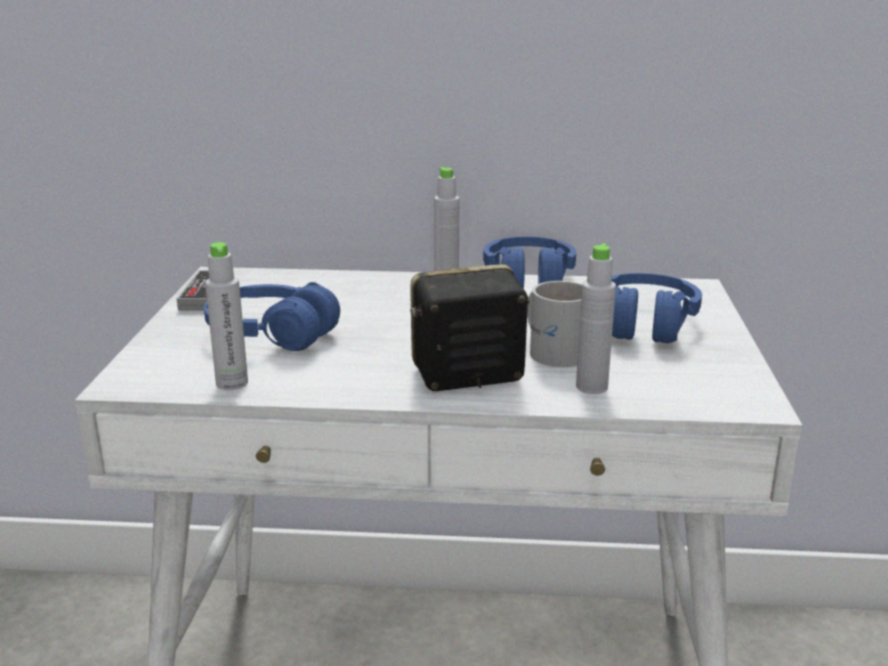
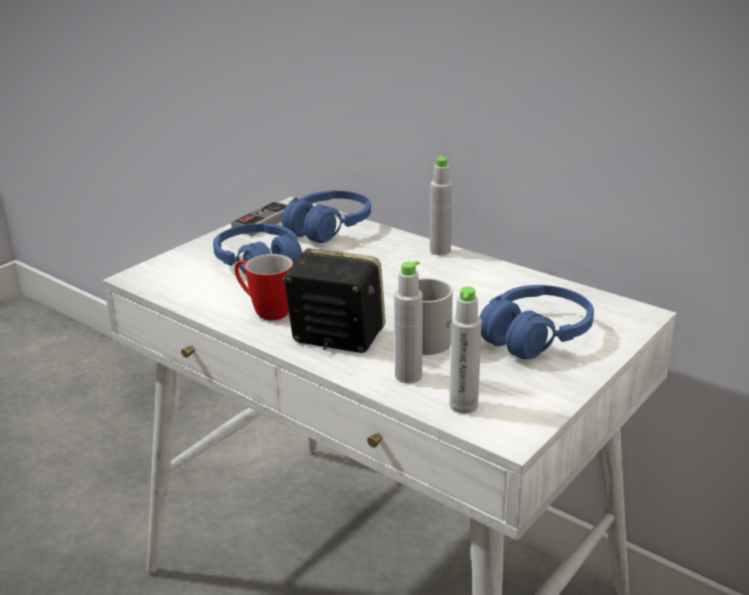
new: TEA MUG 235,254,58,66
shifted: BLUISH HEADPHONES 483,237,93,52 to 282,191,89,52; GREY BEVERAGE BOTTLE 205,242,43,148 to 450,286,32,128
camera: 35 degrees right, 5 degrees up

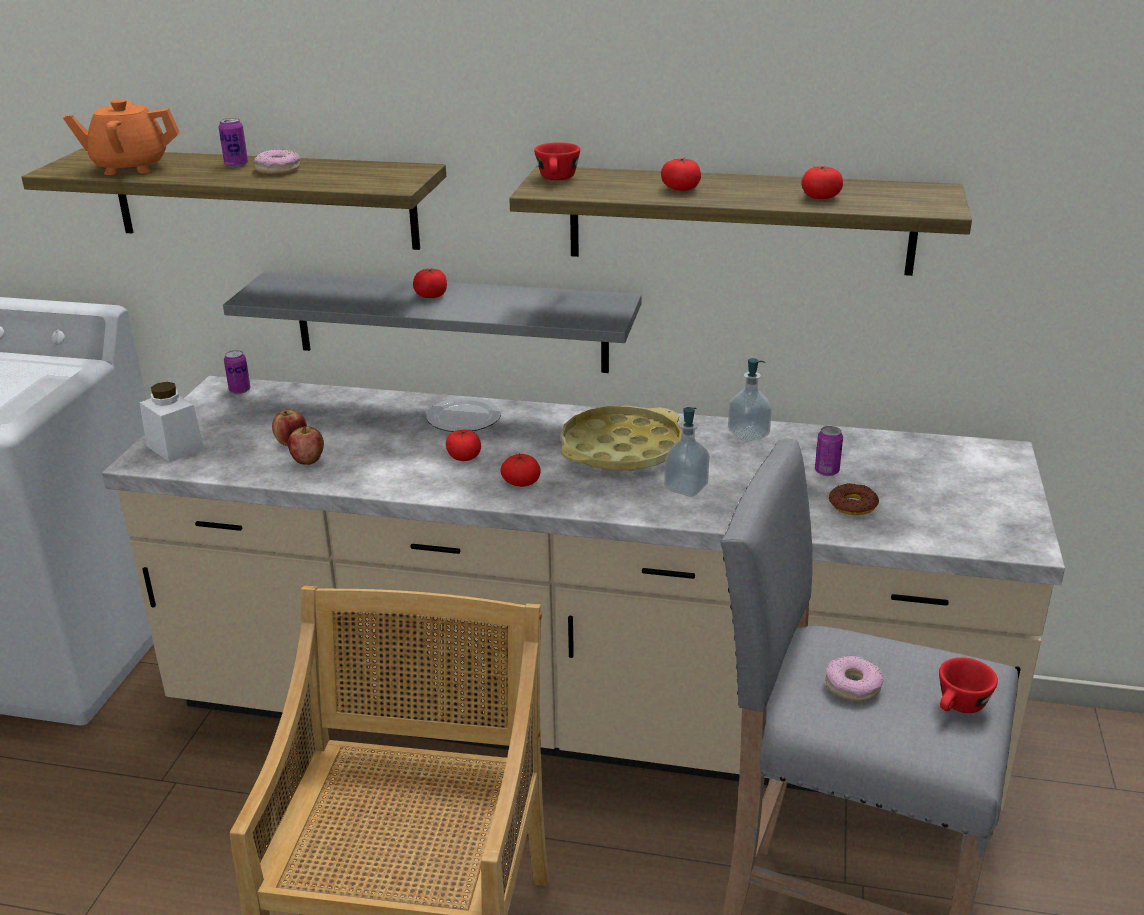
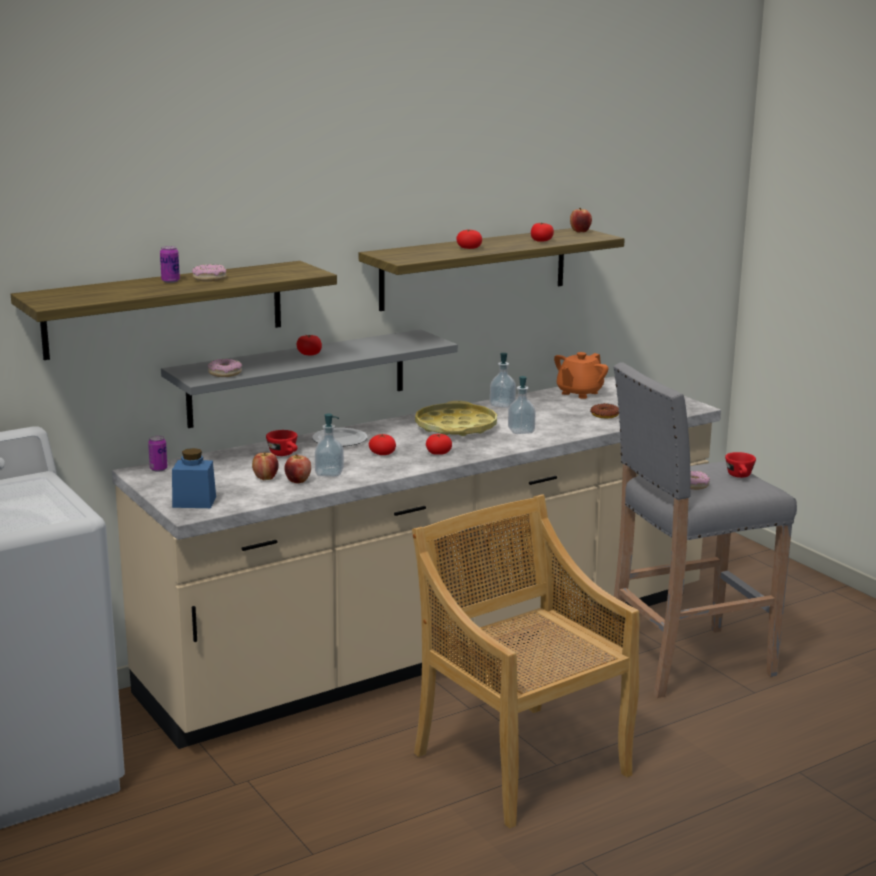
gone: SEALED CAN 815,426,28,50
new: WHOLE APPLE 570,208,22,25; DONUT 208,359,34,18; LIQUID SOAP BOTTLE 315,414,29,63
shifted: ORANGE-COLOURED POT FOR TEA 63,99,117,76 to 554,352,54,47; RED SMALL CUP 534,142,46,38 to 266,430,32,26
repainted: WHITISH PRESERVE JAR 139,382,65,80 to BLUISH PRESERVE JAR 172,448,44,60
camera: 45 degrees left, 10 degrees down

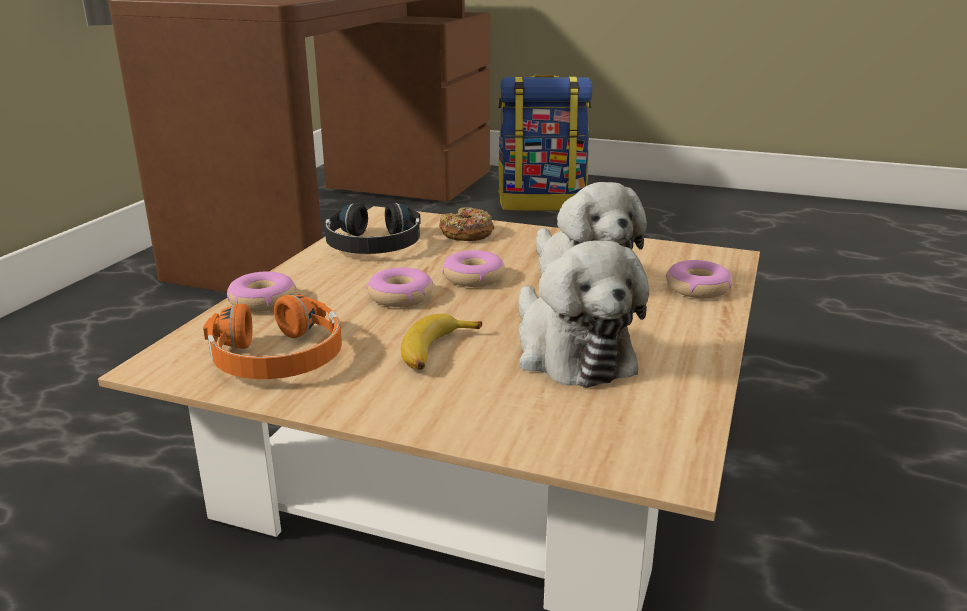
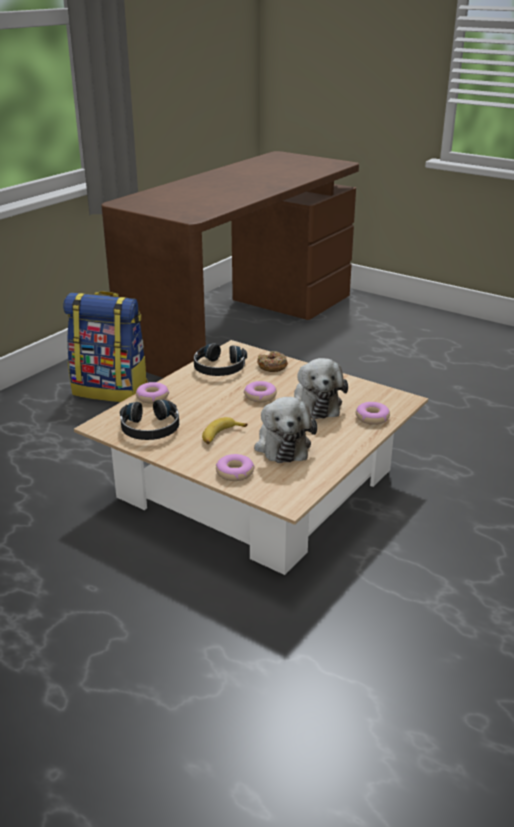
shifted: BACKPACK 498,75,95,136 to 63,291,85,111; DONUT 366,267,67,40 to 216,454,39,27
repainted: ORANGE-COLOURED HEADPHONES 203,295,139,84 to BLACK HEADPHONES 120,400,59,40
camera: 15 degrees right, 5 degrees up

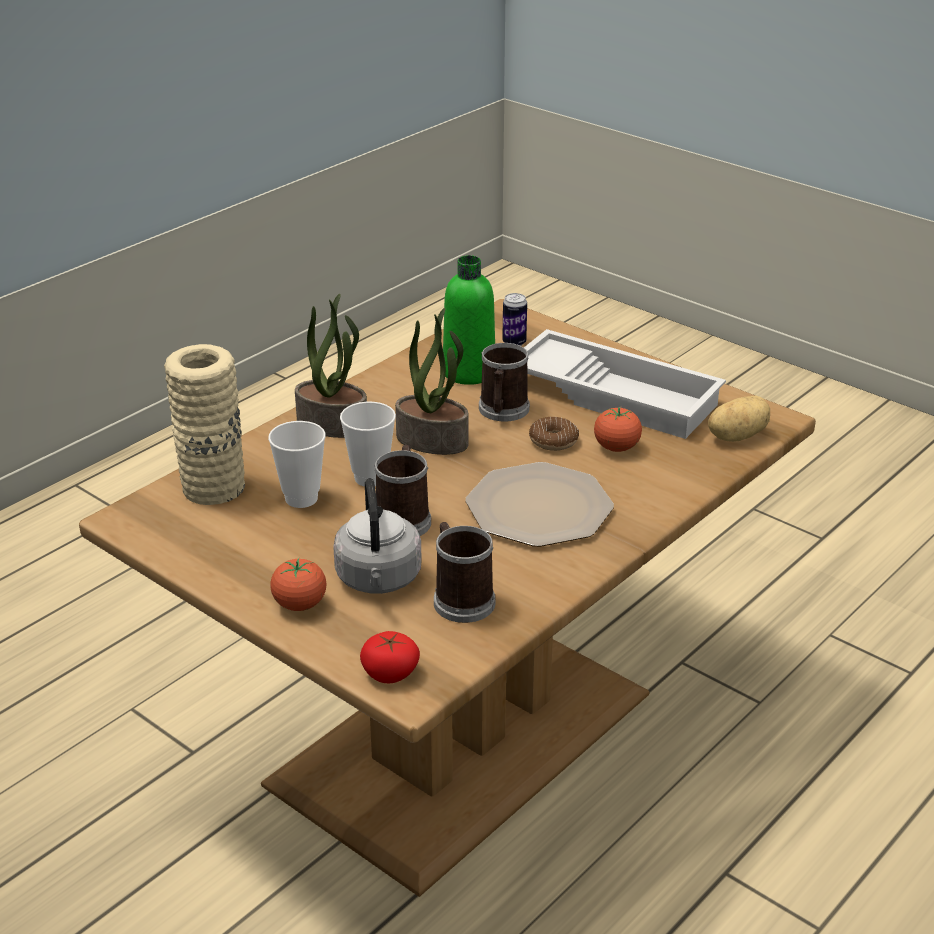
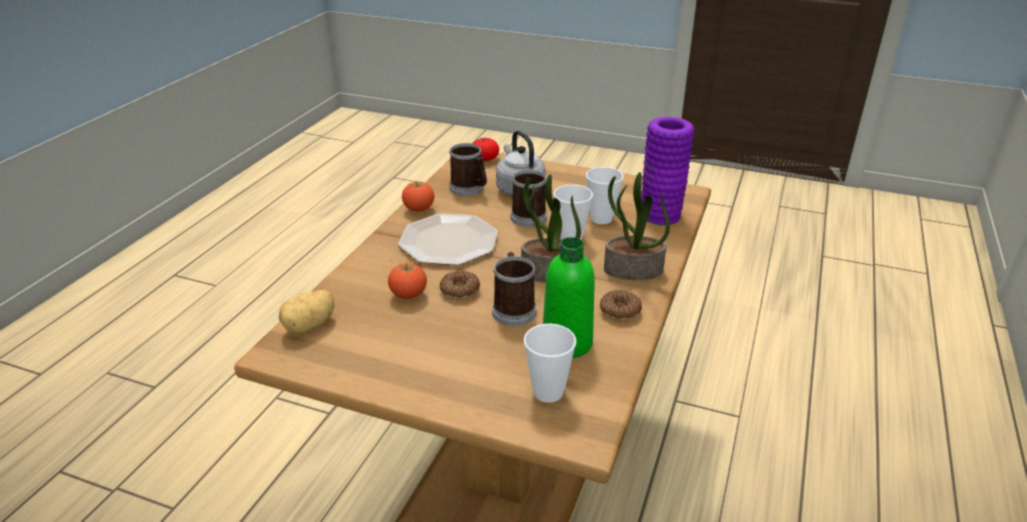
gone: WHITISH CARRYING TRAY 524,329,202,110
new: DONUT 600,290,42,31
shifted: WHOLE TOMATO 270,558,57,53 to 402,181,32,31
swapped: SEALED CAN 502,293,25,53 to SMALL CUP 524,324,53,79
repainted: SAND-COLOURED DECORATIVE VASE 164,344,81,161 to PURPLISH DECORATIVE VASE 641,117,54,108
camera: 160 degrees right, 0 degrees up

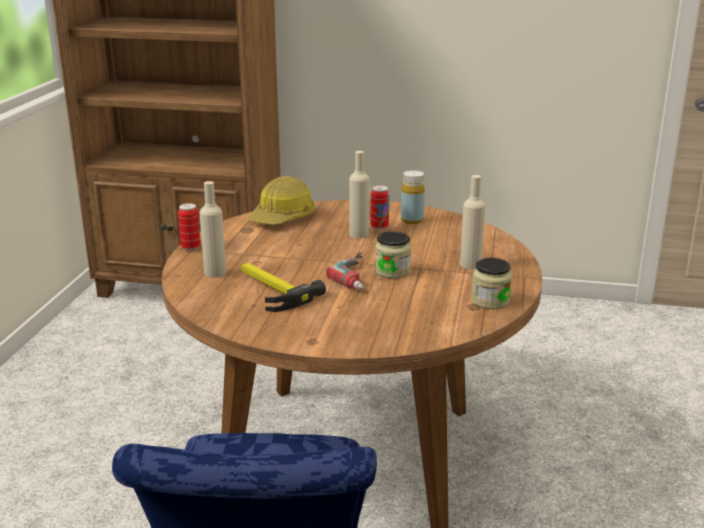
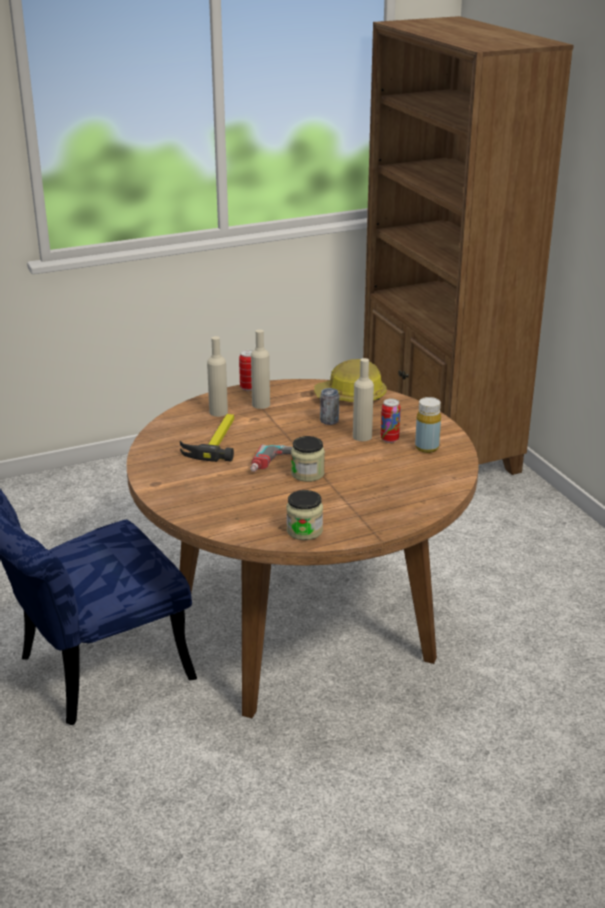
new: SEALED CAN 320,388,19,37
shifted: SAND-COLOURED BEVERAGE BOTTLE 460,175,26,94 to 251,329,19,80
camera: 55 degrees right, 5 degrees up

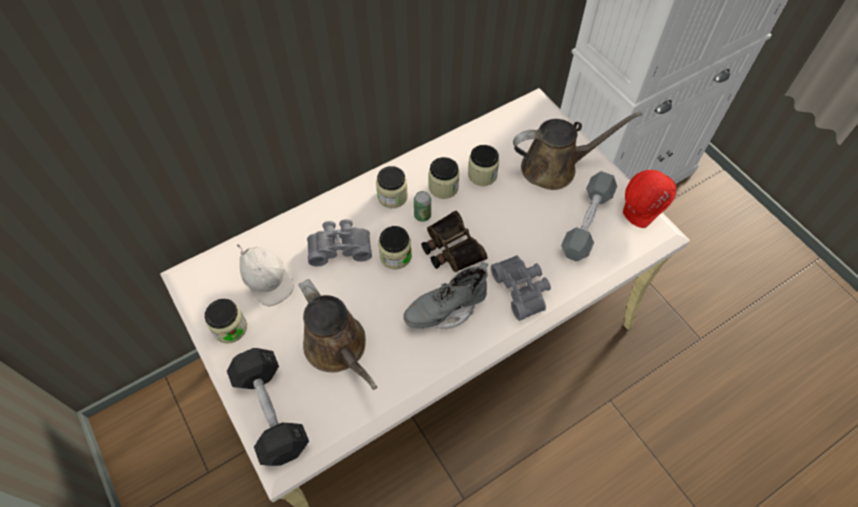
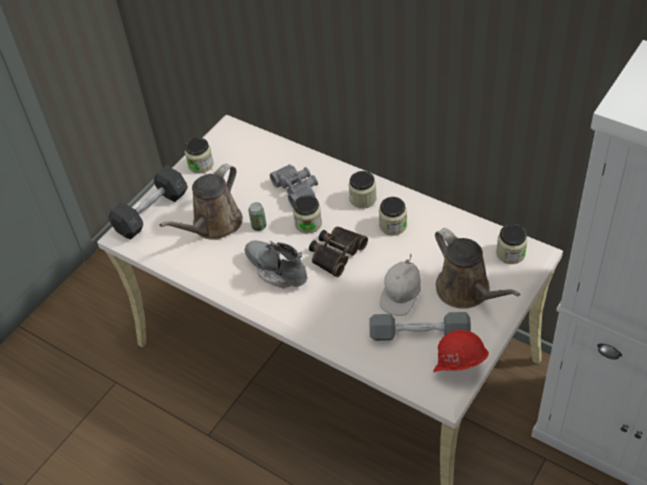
gone: GREY BINOCULARS 491,255,60,66
shifted: PRESERVE JAR 468,145,31,41 to 496,224,31,40; SEALED CAN 414,191,17,31 to 248,202,18,29; WHITISH PEAKED CAP 237,244,57,62 to 380,254,41,62
camera: 70 degrees right, 10 degrees down

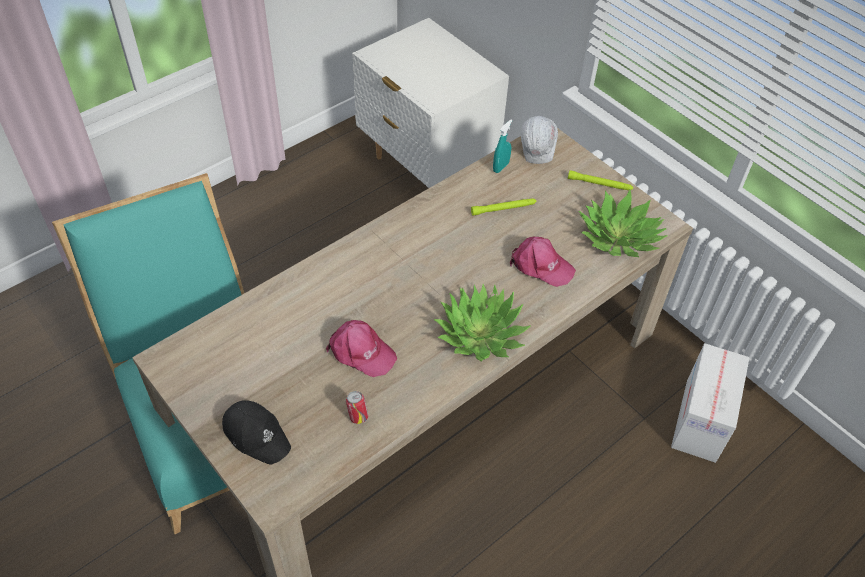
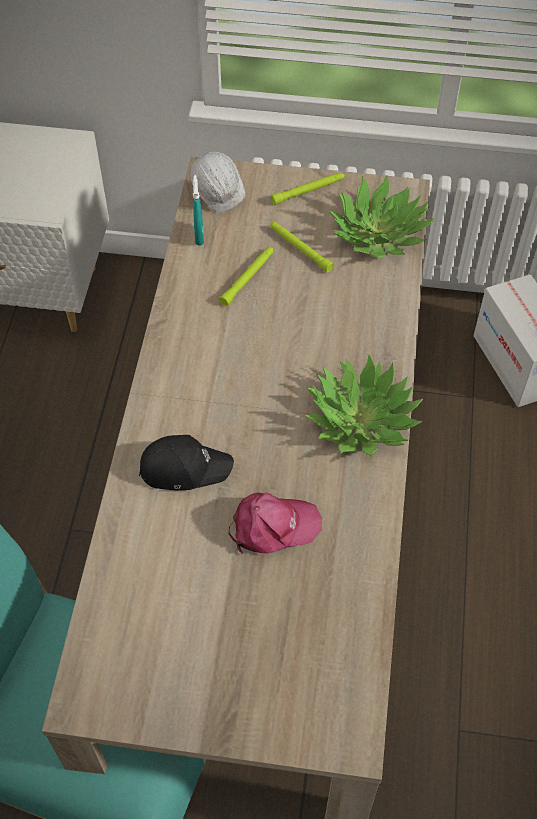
gone: PINK PEAKED CAP 510,237,66,50; SEALED CAN 346,391,22,33
new: GREENISH HAND TORCH 270,222,64,50
shifted: BLACK PEAKED CAP 222,400,69,65 to 139,435,95,55
camera: 40 degrees left, 5 degrees up

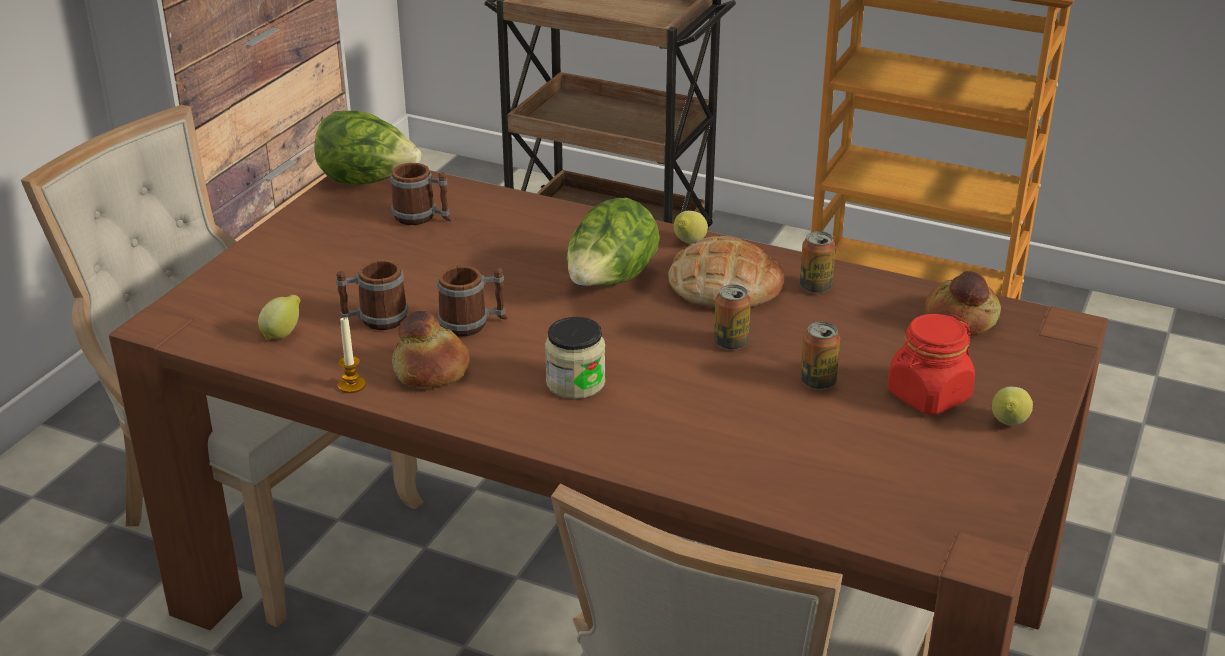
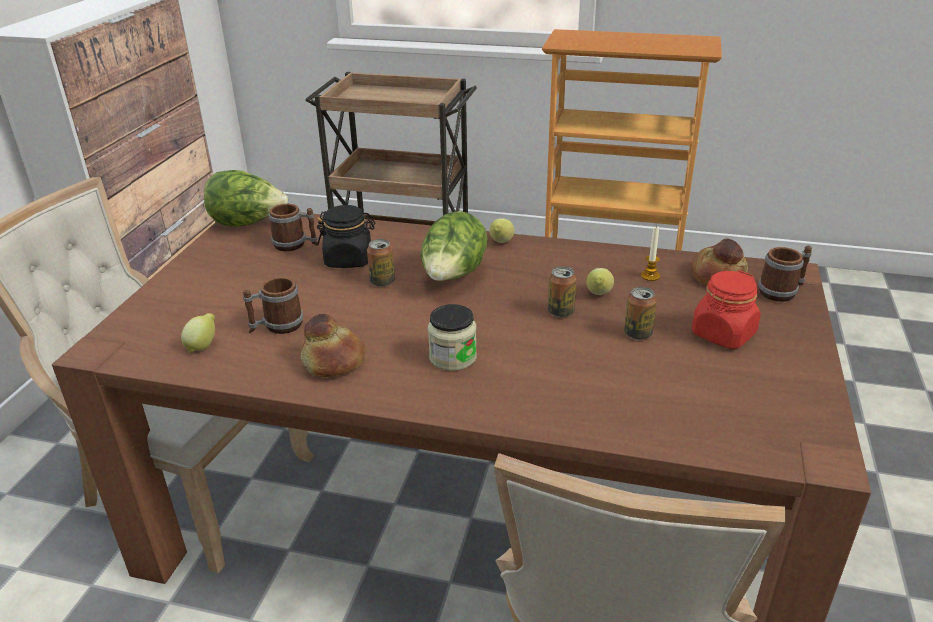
gone: BAKED BREAD 668,236,117,72
new: BLACK PRESERVE JAR 317,205,58,63
shifted: SEALED CAN 800,231,36,62 to 367,239,28,48; TEA MUG 437,266,70,71 to 758,246,54,56; WAX CANDLE 338,317,28,76 to 641,225,19,56; WHOLE LEMON 992,387,41,38 to 586,268,28,27
camera: 10 degrees left, 0 degrees up

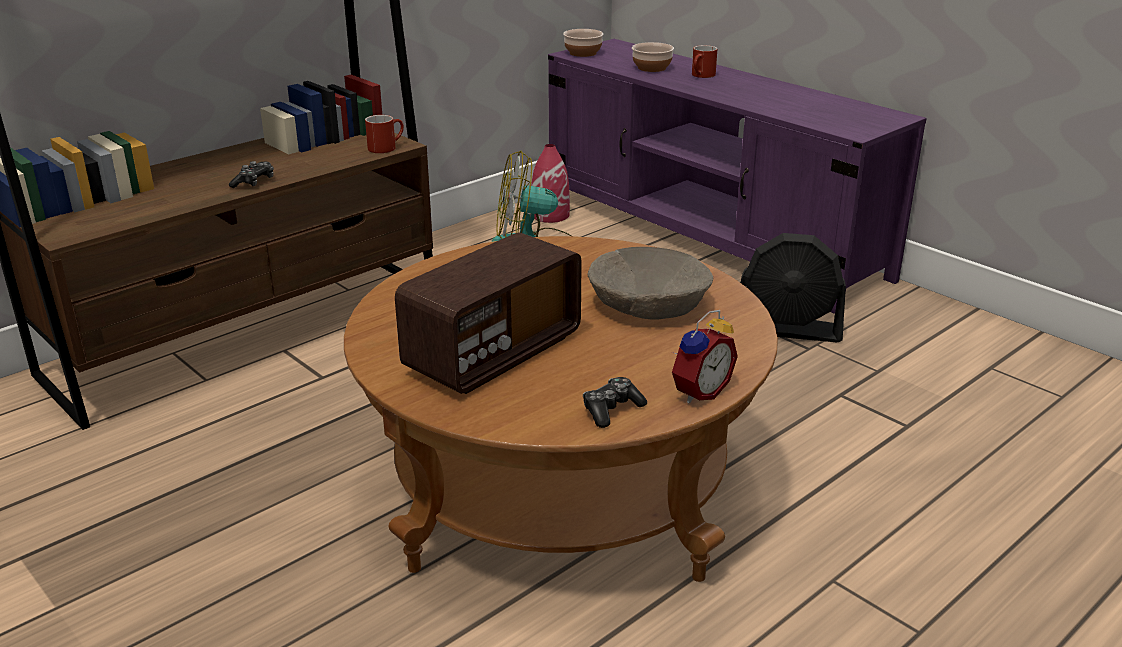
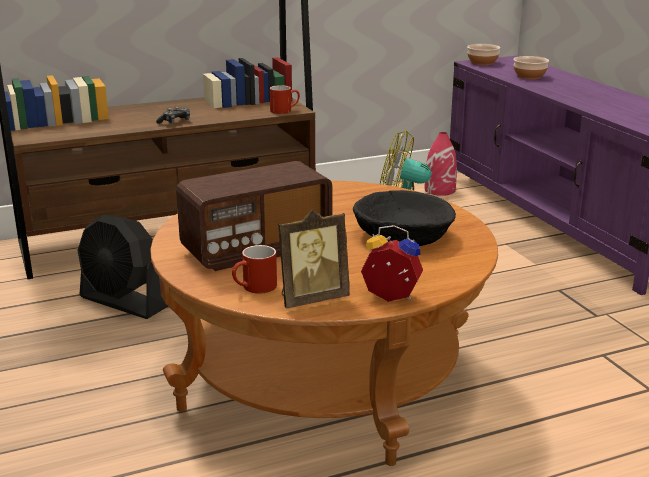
shifted: RED TEA MUG 692,45,25,33 to 232,245,45,49; BLACK COOLING FAN 741,233,105,109 to 77,215,91,104
swapped: GAMEPAD 583,377,64,51 to PICTURE FRAME 278,209,72,99
repainted: SAND-COLOURED DEEP DISH 587,247,126,72 to BLACK DEEP DISH 353,190,103,56
rotated: BEDSIDE CLOCK 672,310,66,93 = 361,225,62,77 135 degrees counterclockwise
camera: 20 degrees right, 5 degrees down

